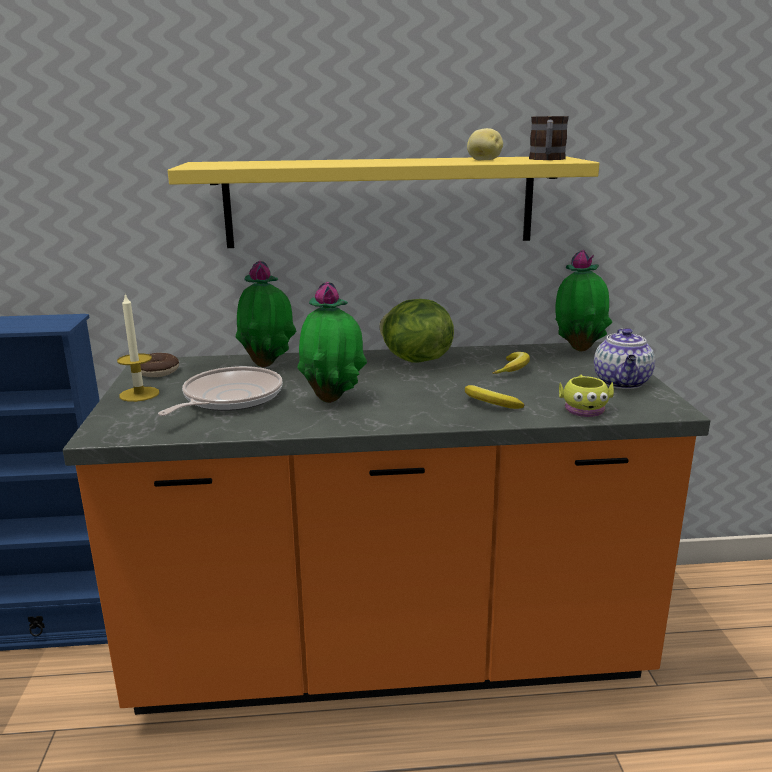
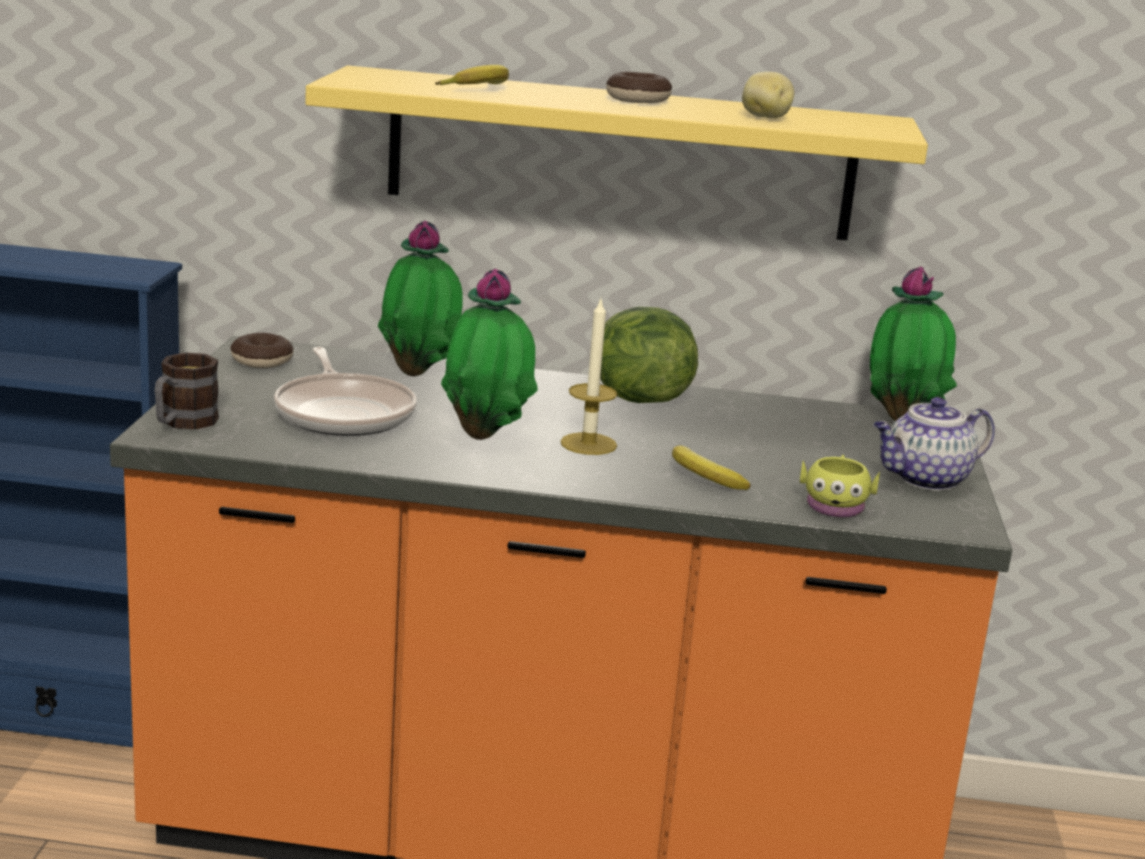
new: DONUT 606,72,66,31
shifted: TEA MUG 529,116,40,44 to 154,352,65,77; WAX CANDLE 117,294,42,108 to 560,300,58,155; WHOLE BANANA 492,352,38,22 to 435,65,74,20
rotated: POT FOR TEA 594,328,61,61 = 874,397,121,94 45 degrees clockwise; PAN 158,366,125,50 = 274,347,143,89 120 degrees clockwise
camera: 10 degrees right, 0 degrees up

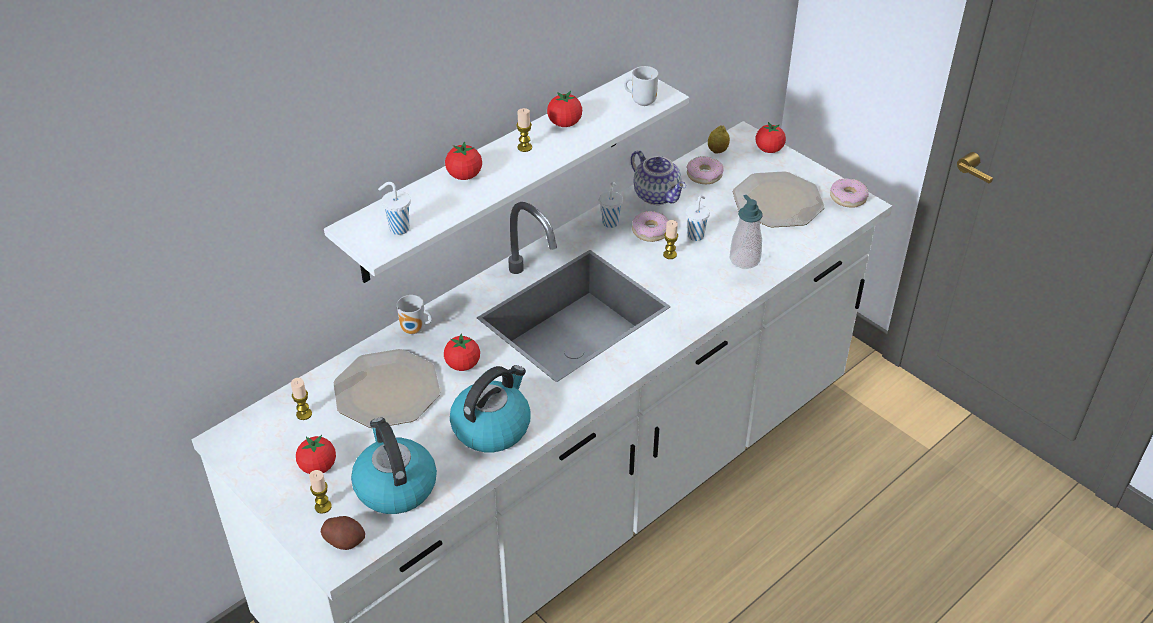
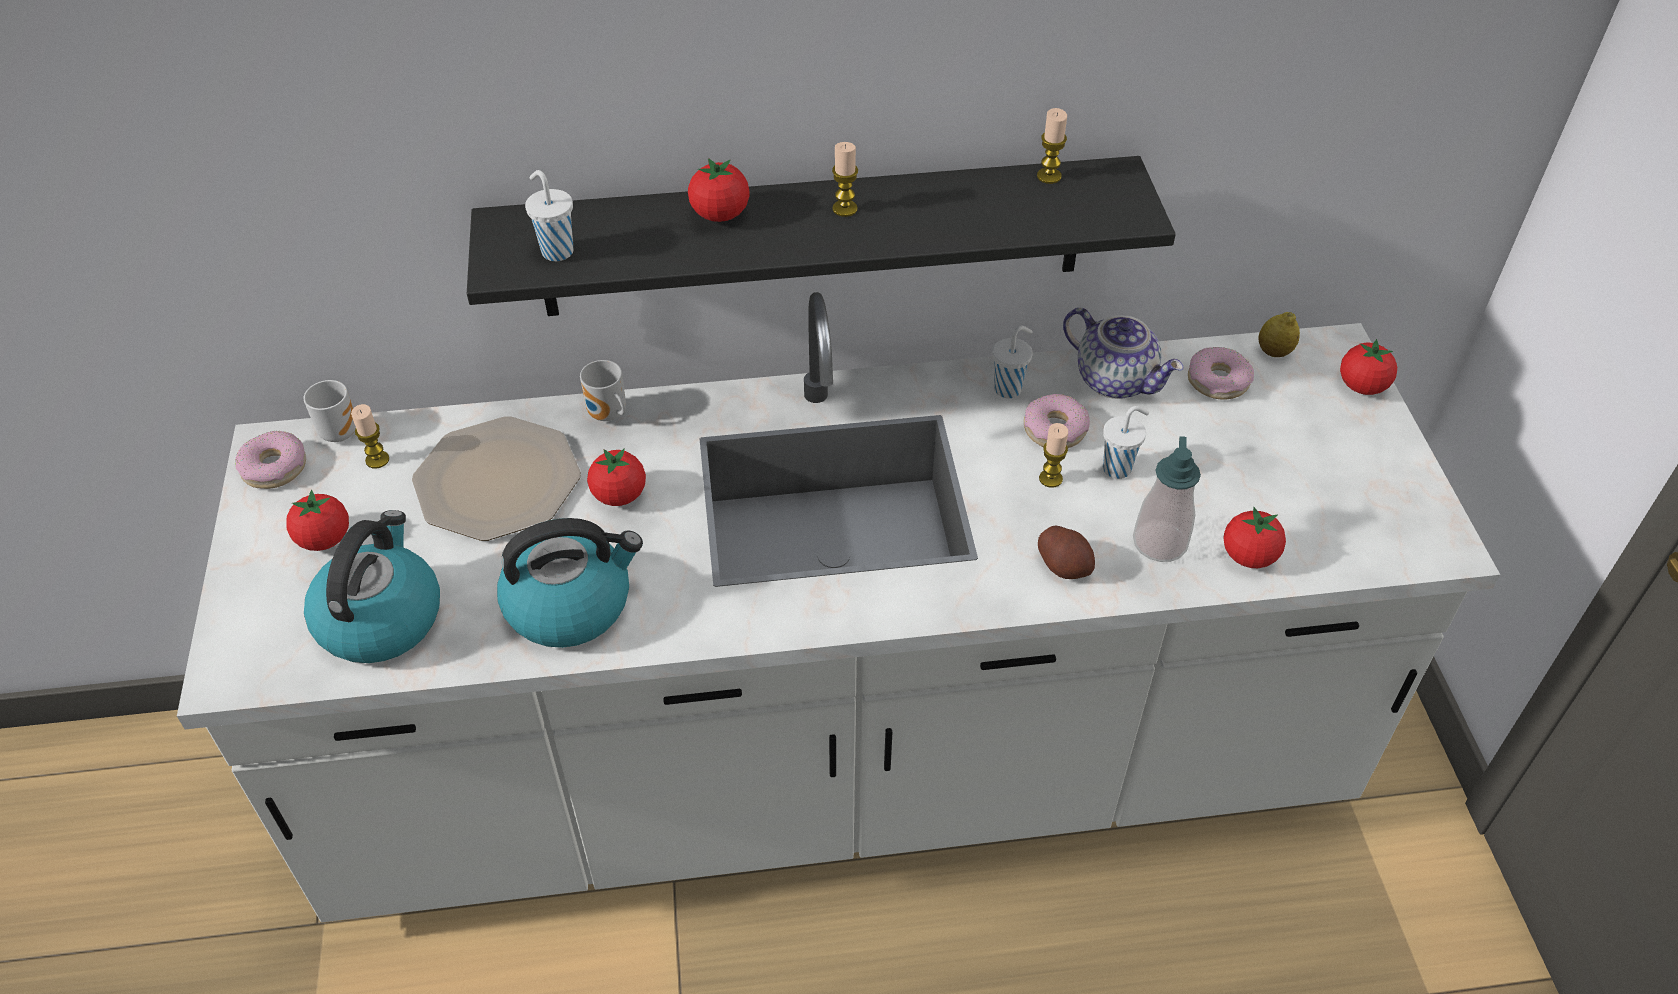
gone: PLATE 733,171,92,56
shifted: TEA MUG 624,66,34,40 to 304,380,52,62; WHOLE TOMATO 547,91,35,36 to 1223,507,63,61; DONUT 830,178,39,30 to 235,431,71,58; WAX CANDLE 309,470,23,44 to 1037,108,30,76; POTATO 321,516,44,34 to 1038,525,57,54
repainted: WHITISH BRACKET SHELF 324,69,365,214 to BLACK BRACKET SHELF 467,156,709,160
rotated: POT FOR TEA 631,150,55,55 = 1063,308,120,91 45 degrees counterclockwise
camera: 35 degrees right, 5 degrees up

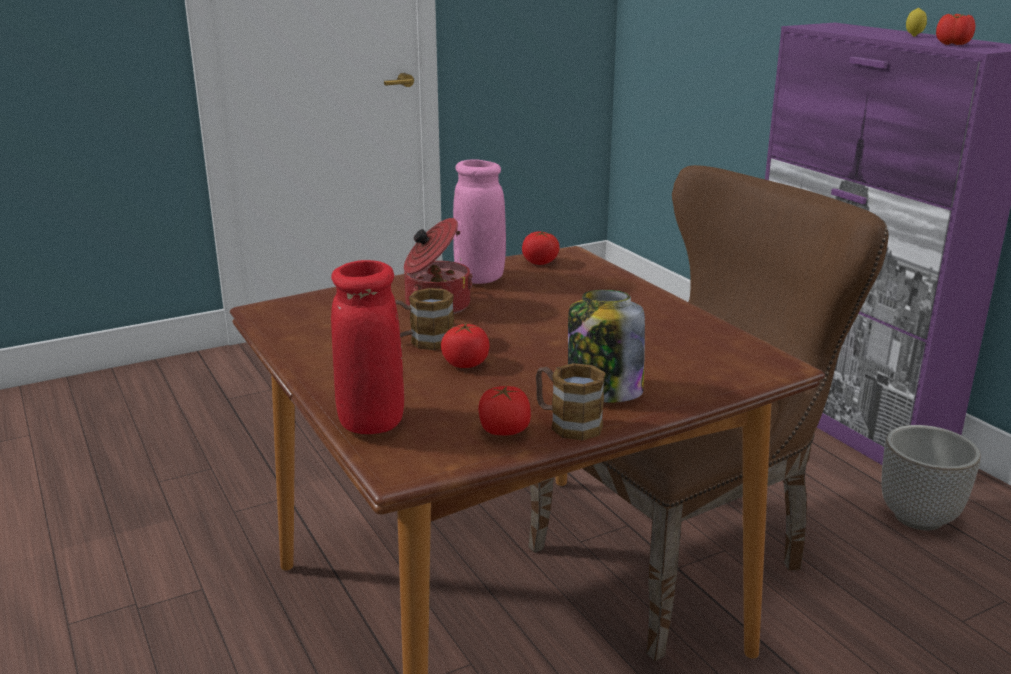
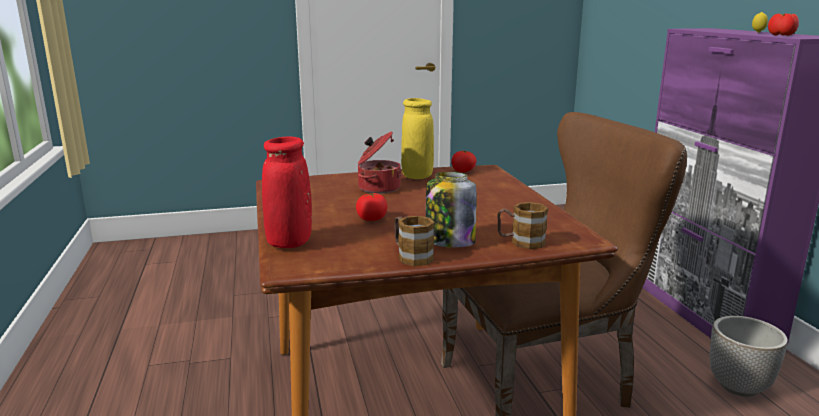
gone: WHOLE TOMATO 478,386,53,49
shifted: TEA MUG 395,288,59,62 to 497,202,51,47
repainted: PINK DECORATIVE VASE 453,159,53,125 to YELLOW DECORATIVE VASE 401,98,33,81
camera: 15 degrees right, 5 degrees down

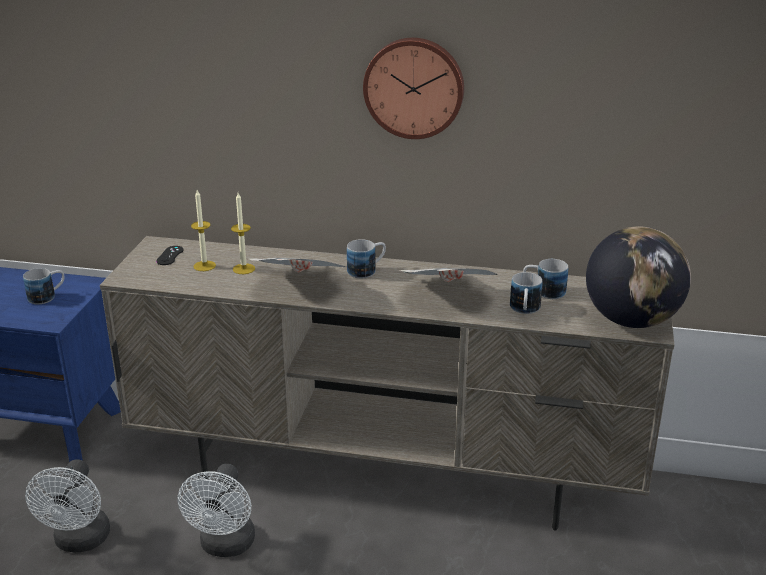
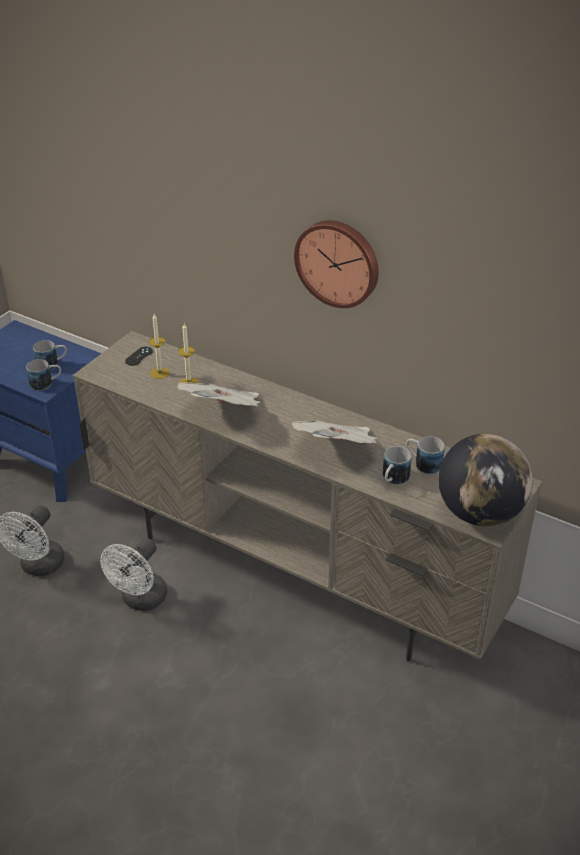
shifted: TEA MUG 347,239,39,39 to 26,359,35,32
camera: 20 degrees right, 10 degrees up

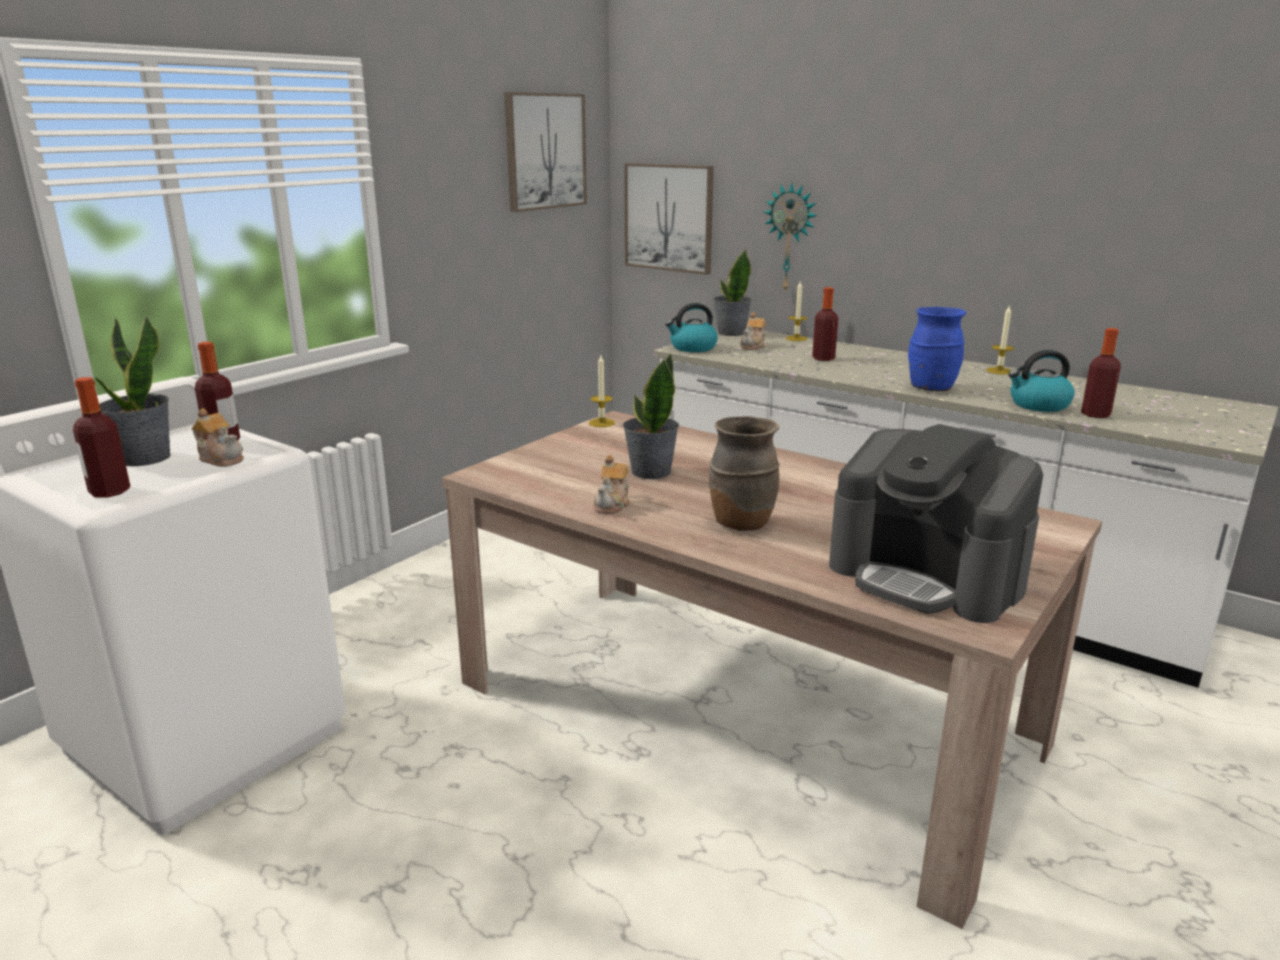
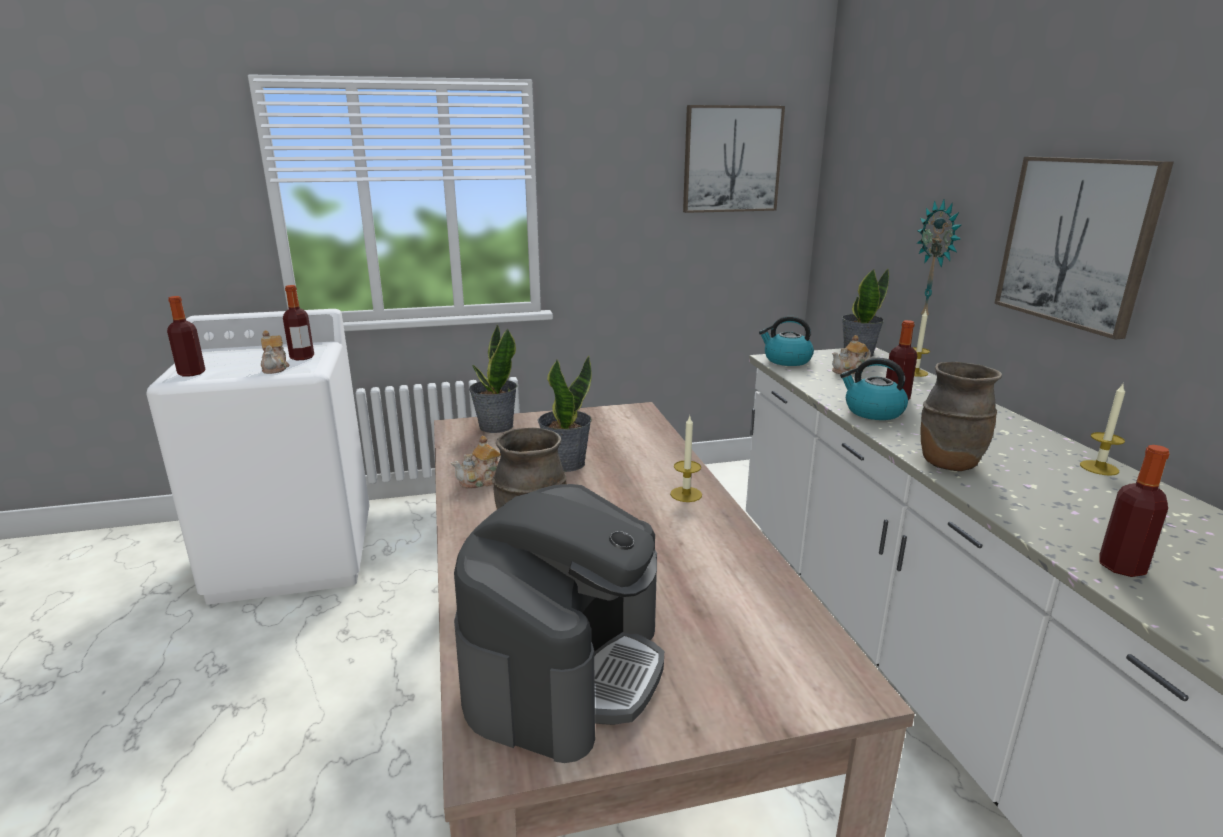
shifted: WALL ART 624,163,90,112 to 994,157,180,182; HOUSEPLANT 95,316,76,150 to 469,324,48,109; TEA KETTLE 1008,350,67,62 to 840,358,68,62; WAX CANDLE 589,355,26,72 to 670,416,32,86
repainted: BLUISH DECORATIVE VASE 908,307,58,84 to BROWNISH DECORATIVE VASE 920,362,82,109
rotated: COFFEE BREWER 829,424,214,199 = 454,484,210,279 150 degrees counterclockwise
camera: 40 degrees right, 0 degrees up

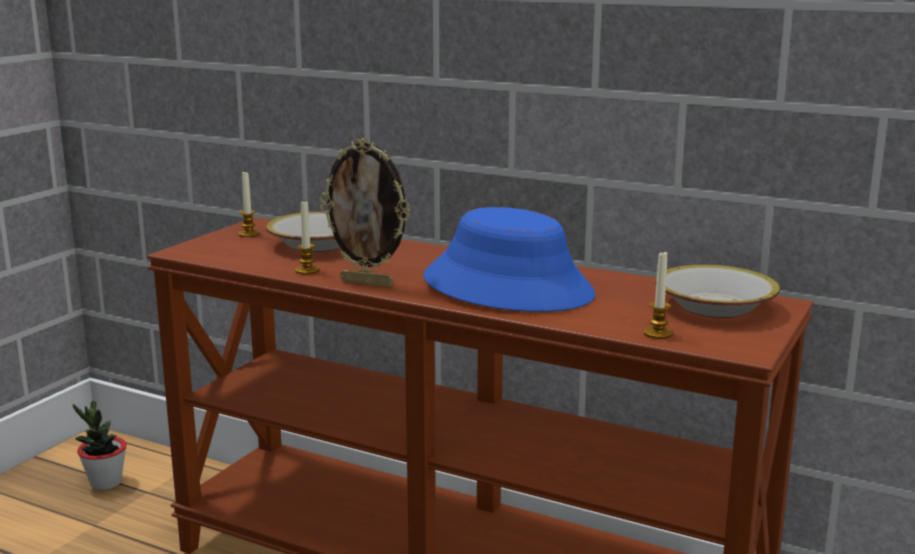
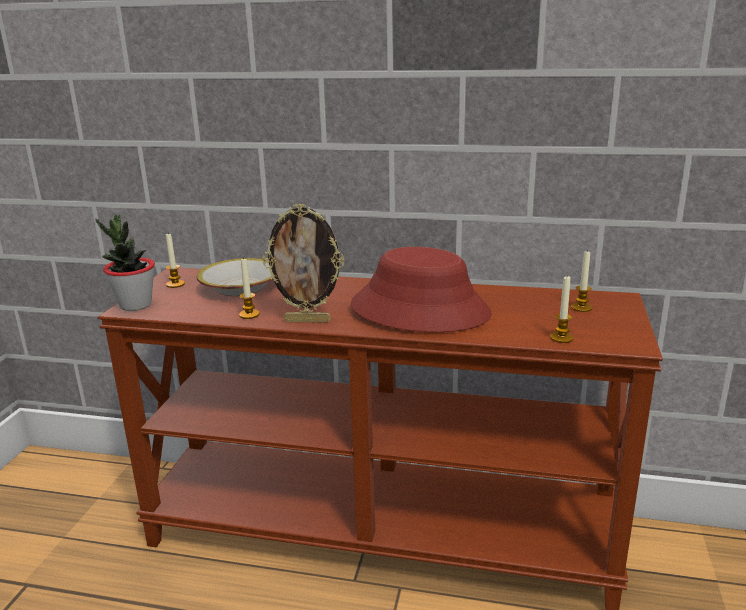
shifted: HOUSEPLANT 73,401,54,89 to 95,215,60,96
swapped: DEEP DISH 655,265,125,53 to WAX CANDLE 571,249,21,63
repainted: BLUISH CLOTHING HAT 423,207,172,105 to RED CLOTHING HAT 351,247,141,85
camera: 15 degrees left, 5 degrees up

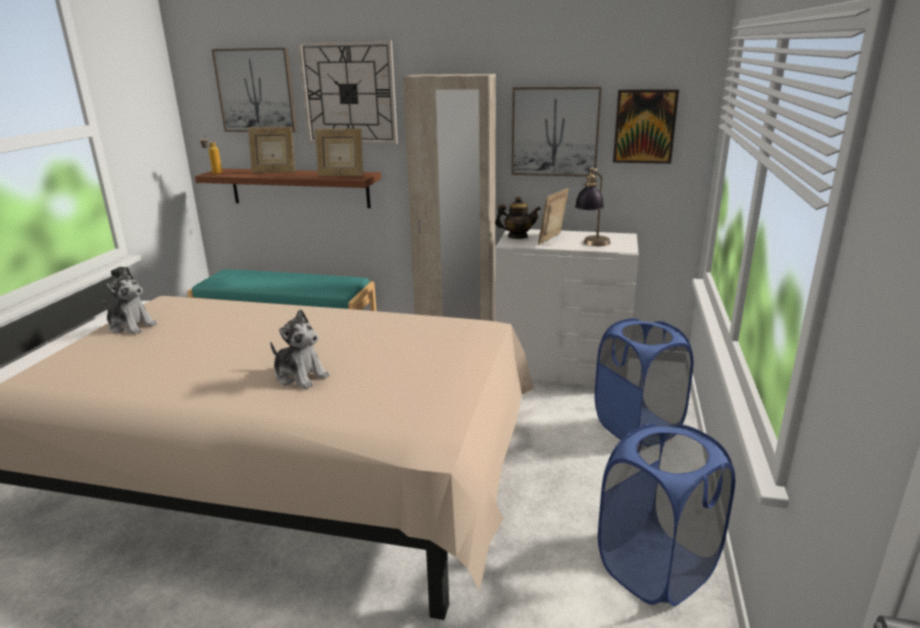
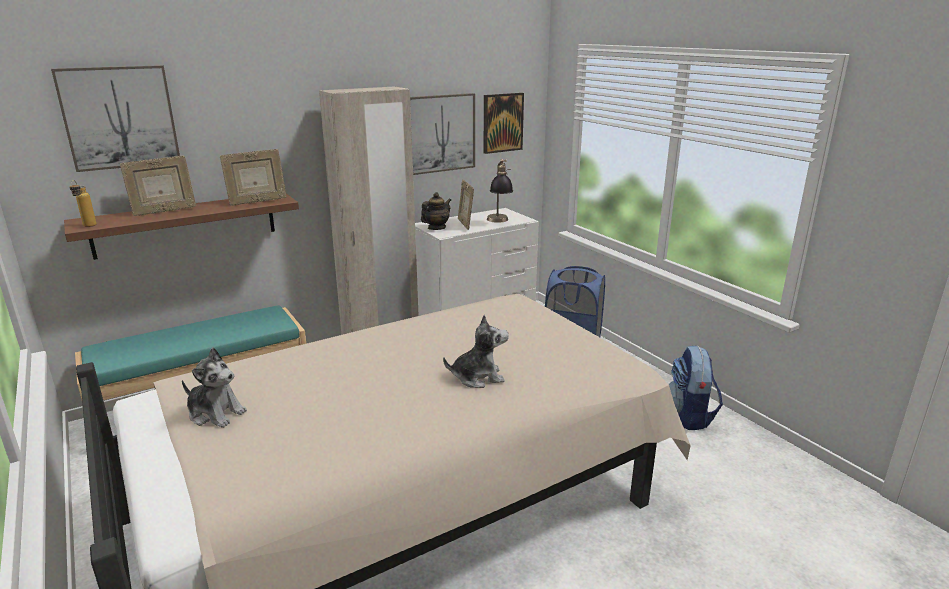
gone: CLOCK ON THE WALL 298,41,100,103
swapped: BLUISH LAUNDRY BASKET 598,424,137,182 to BACKPACK 669,345,54,85
rotated: CUDDLY TOY 103,268,54,66 = 182,348,65,80 45 degrees clockwise
camera: 45 degrees left, 0 degrees up

